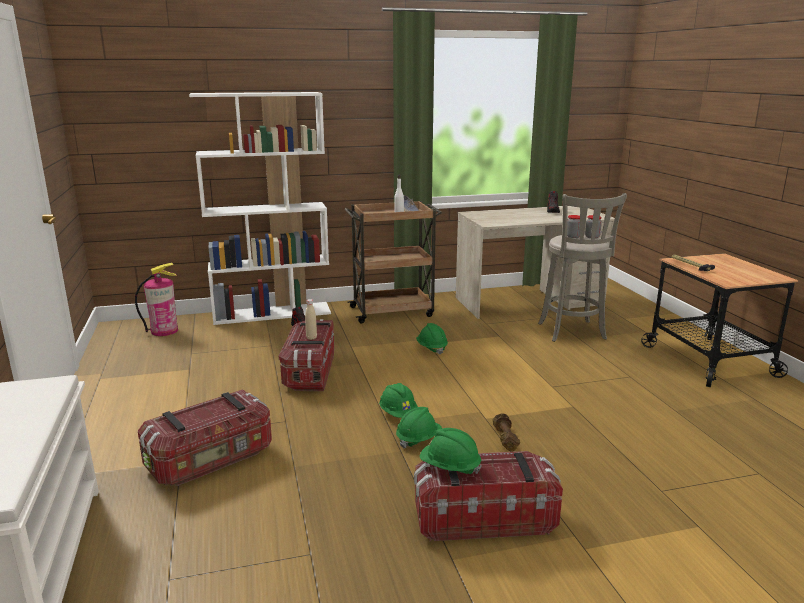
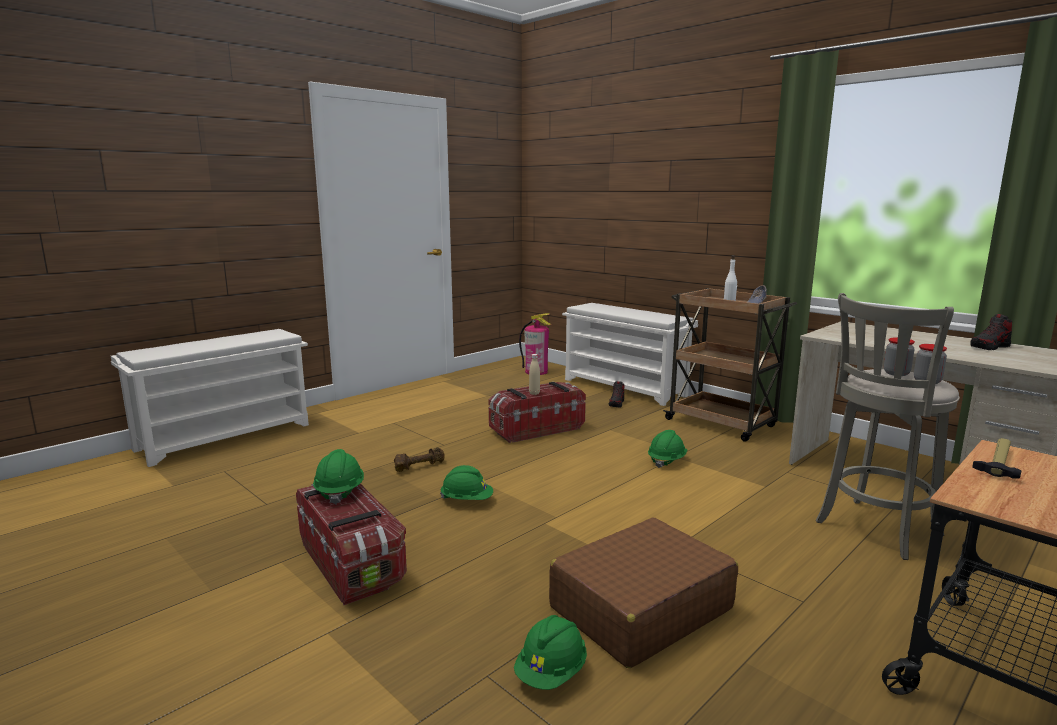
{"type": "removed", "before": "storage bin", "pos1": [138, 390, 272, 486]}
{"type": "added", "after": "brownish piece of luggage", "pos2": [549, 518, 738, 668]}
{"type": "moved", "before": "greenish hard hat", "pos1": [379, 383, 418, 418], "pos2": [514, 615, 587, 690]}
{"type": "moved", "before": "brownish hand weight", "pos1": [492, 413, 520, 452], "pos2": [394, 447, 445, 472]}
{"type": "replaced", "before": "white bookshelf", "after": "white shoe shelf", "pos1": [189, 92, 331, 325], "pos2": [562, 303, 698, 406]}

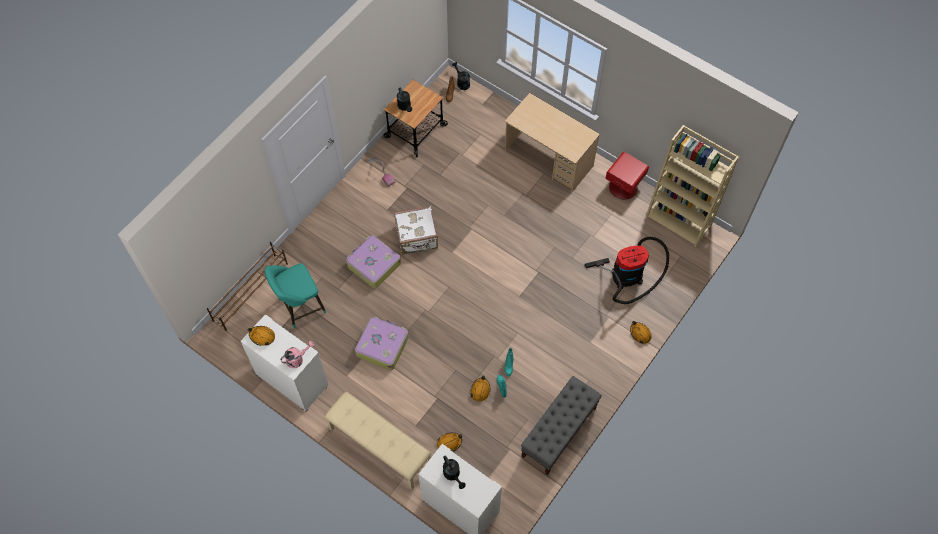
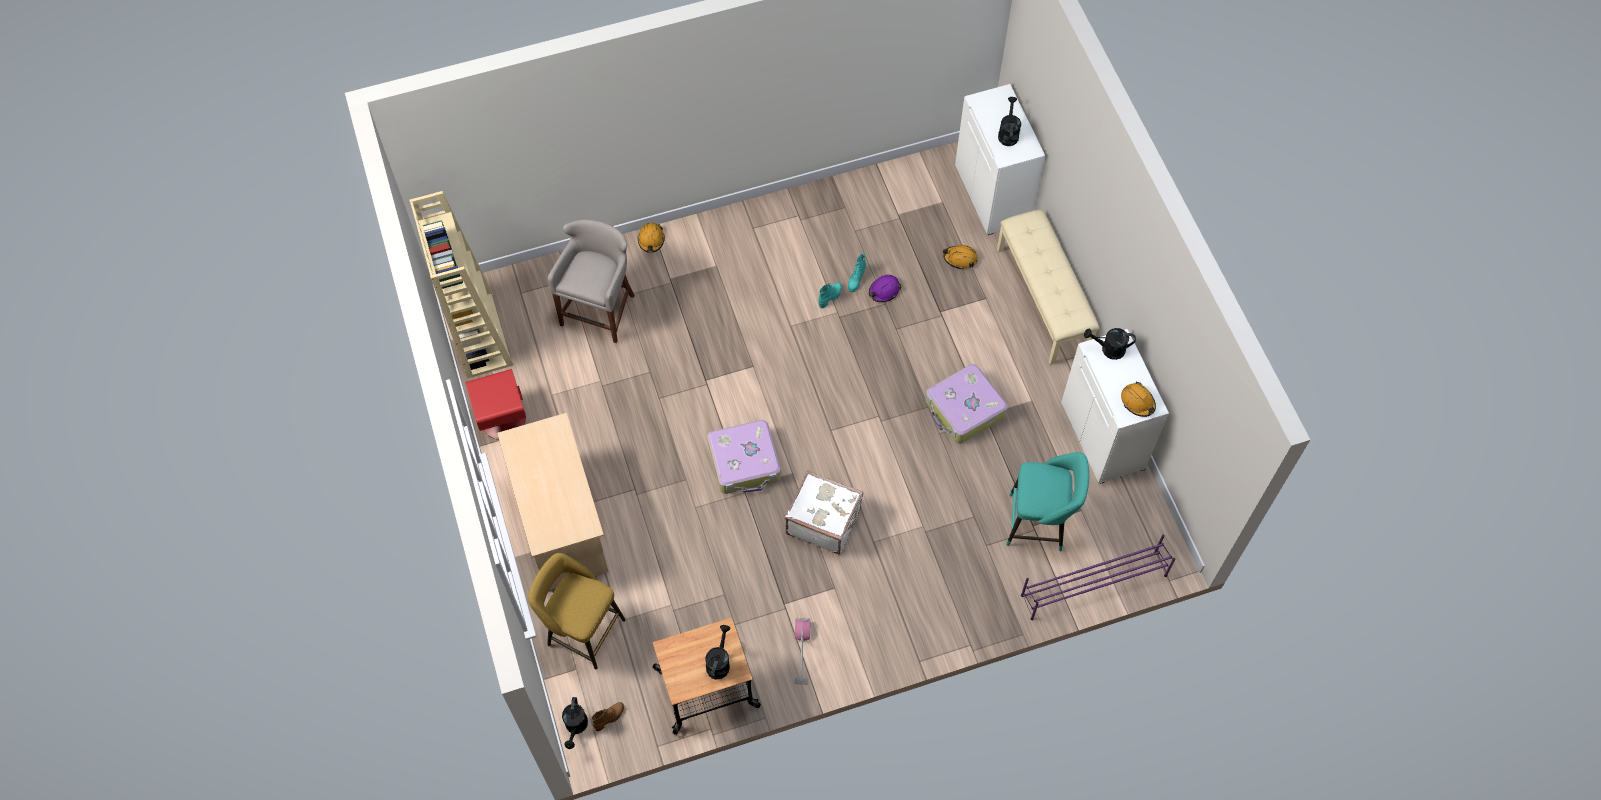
{"type": "removed", "before": "gray long seat", "pos1": [521, 376, 602, 475]}
{"type": "added", "after": "yellowish sitting stool", "pos2": [528, 553, 625, 670]}
{"type": "moved", "before": "piece of luggage", "pos1": [346, 235, 401, 288], "pos2": [708, 420, 781, 494]}
{"type": "replaced", "before": "hoover", "after": "gray sitting stool", "pos1": [585, 237, 669, 304], "pos2": [548, 219, 635, 343]}
{"type": "recoloured", "before": "brownish shoe shelf", "after": "purplish shoe shelf", "pos1": [207, 242, 288, 331], "pos2": [1021, 535, 1175, 620]}
{"type": "recoloured", "before": "pink watering can", "after": "black-coloured watering can", "pos1": [281, 341, 314, 368], "pos2": [1084, 328, 1136, 360]}
{"type": "recoloured", "before": "orange hard hat", "after": "purplish hard hat", "pos1": [470, 376, 490, 402], "pos2": [869, 275, 901, 302]}

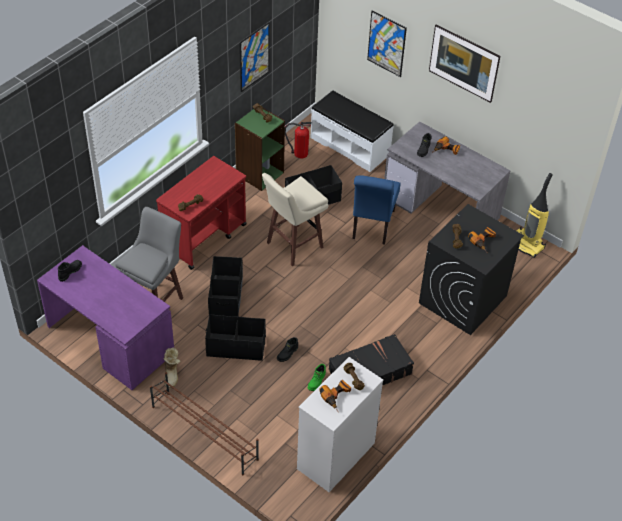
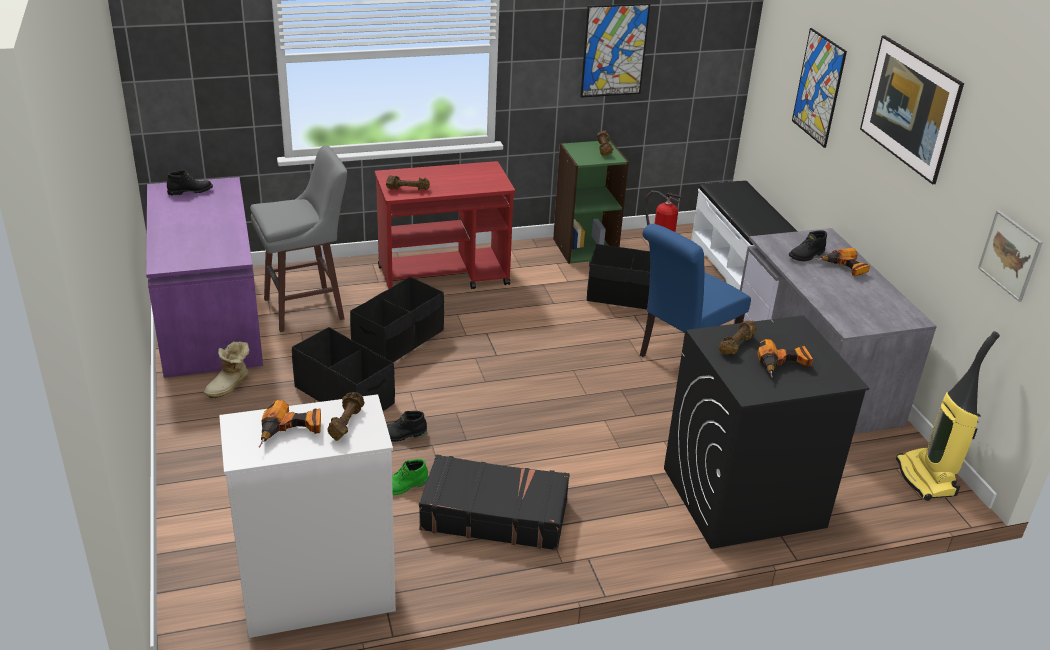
{"type": "removed", "before": "brownish shoe shelf", "pos1": [150, 372, 259, 475]}
{"type": "removed", "before": "sand-coloured sitting stool", "pos1": [262, 173, 329, 266]}
{"type": "added", "after": "wall picture", "pos2": [978, 210, 1043, 302]}

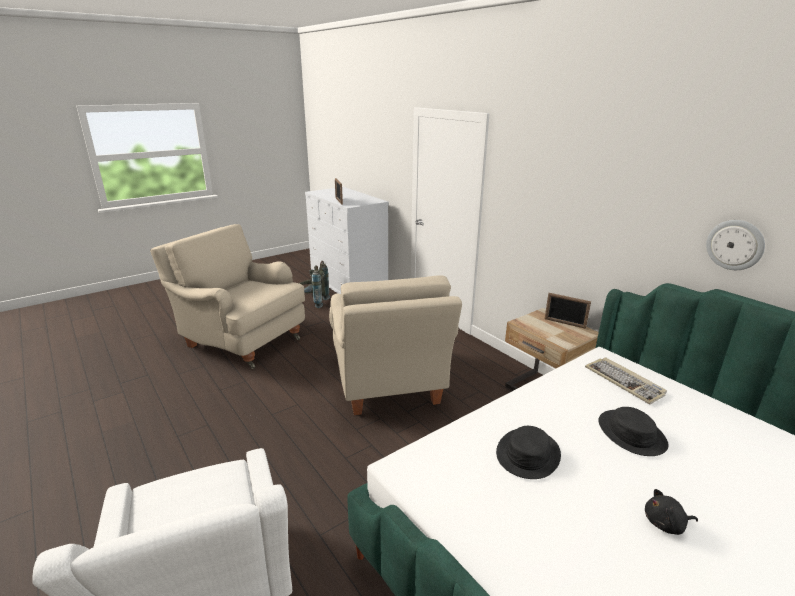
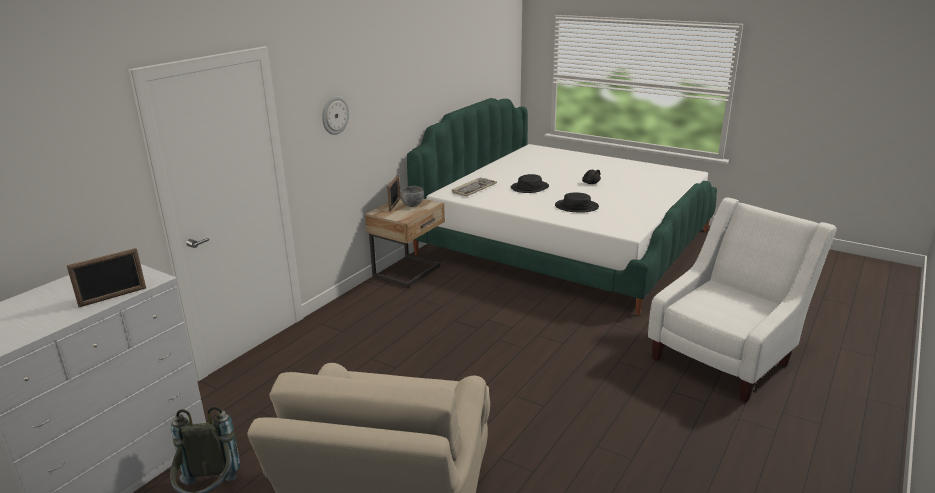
{"type": "removed", "before": "sand-coloured lounge chair", "pos1": [329, 275, 462, 415]}
{"type": "added", "after": "gray bowl", "pos2": [400, 186, 424, 207]}
{"type": "moved", "before": "wall clock", "pos1": [706, 220, 765, 270], "pos2": [322, 96, 349, 135]}

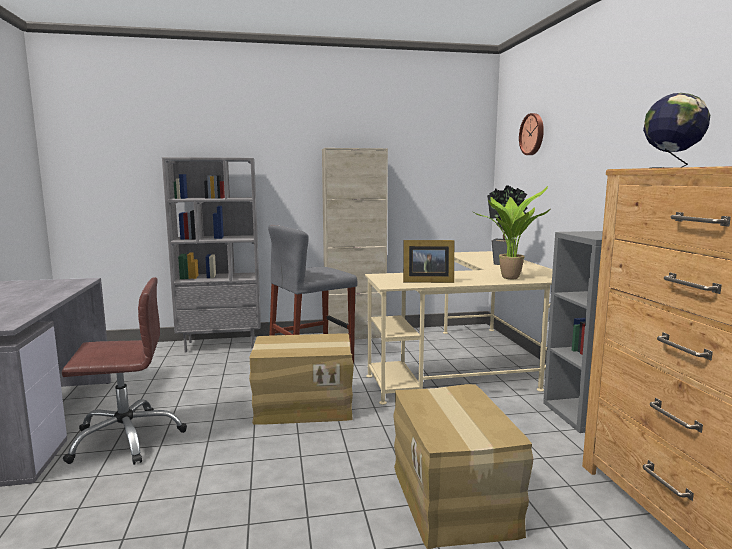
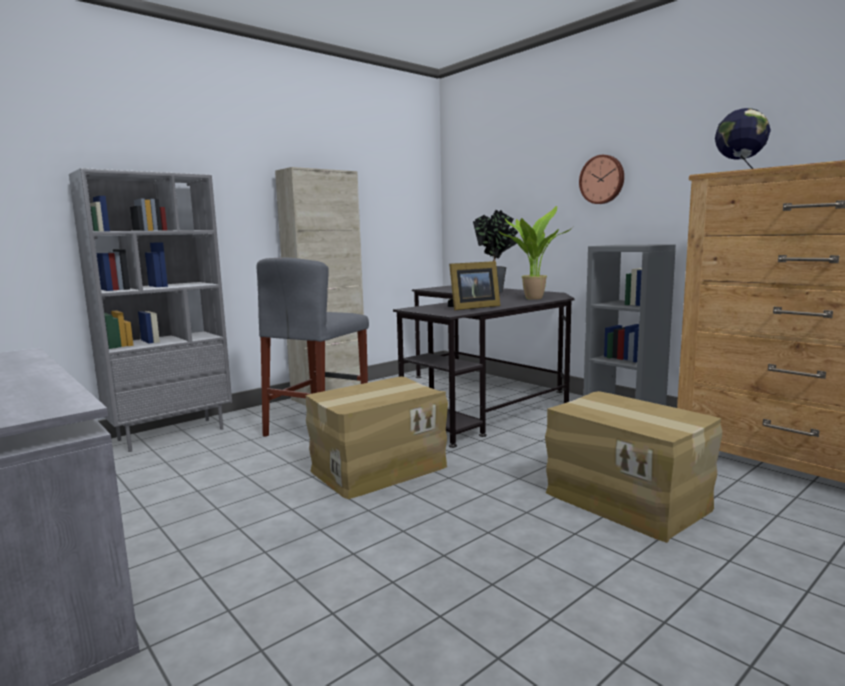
{"type": "removed", "before": "brownish desk chair", "pos1": [62, 277, 187, 465]}
{"type": "moved", "before": "wall clock", "pos1": [519, 113, 544, 155], "pos2": [579, 155, 624, 204]}
{"type": "recoloured", "before": "sand-coloured desk", "after": "black-coloured desk", "pos1": [365, 251, 553, 405], "pos2": [393, 285, 575, 448]}

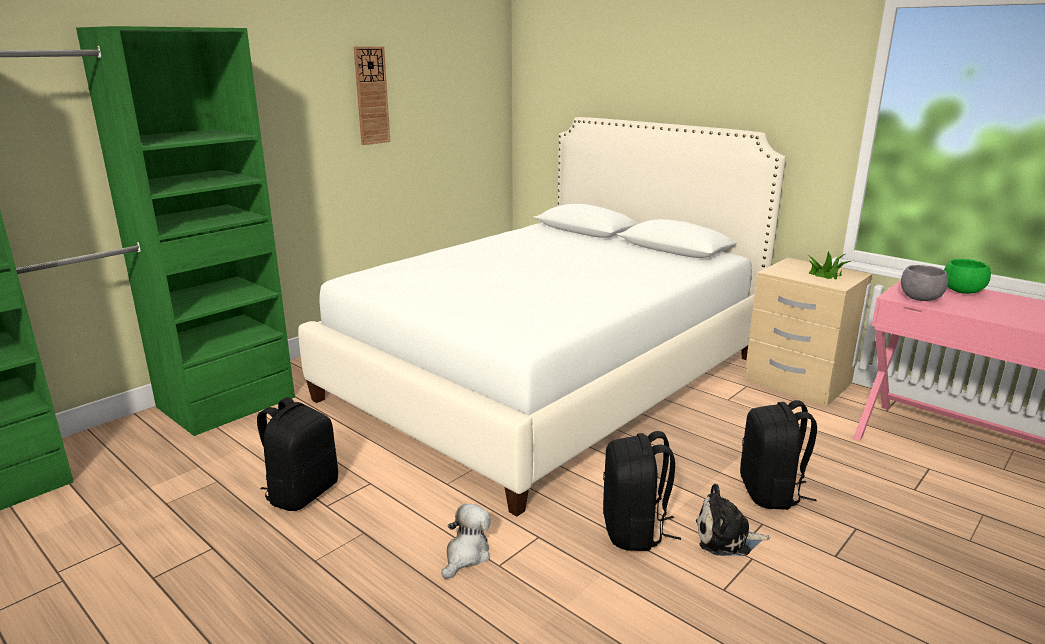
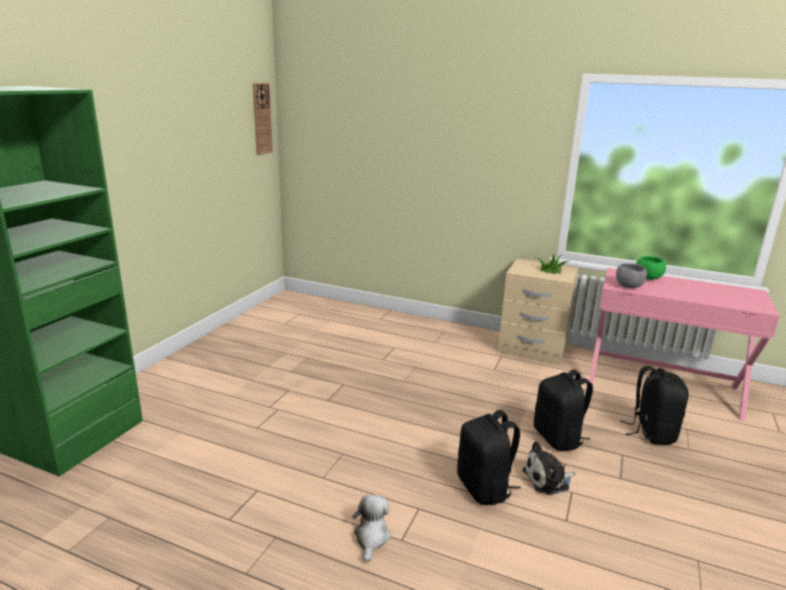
{"type": "removed", "before": "white bed", "pos1": [298, 117, 786, 517]}
{"type": "moved", "before": "black-coloured rucksack", "pos1": [257, 397, 338, 511], "pos2": [621, 366, 689, 445]}
{"type": "moved", "before": "wall clock", "pos1": [354, 46, 391, 145], "pos2": [253, 83, 273, 155]}

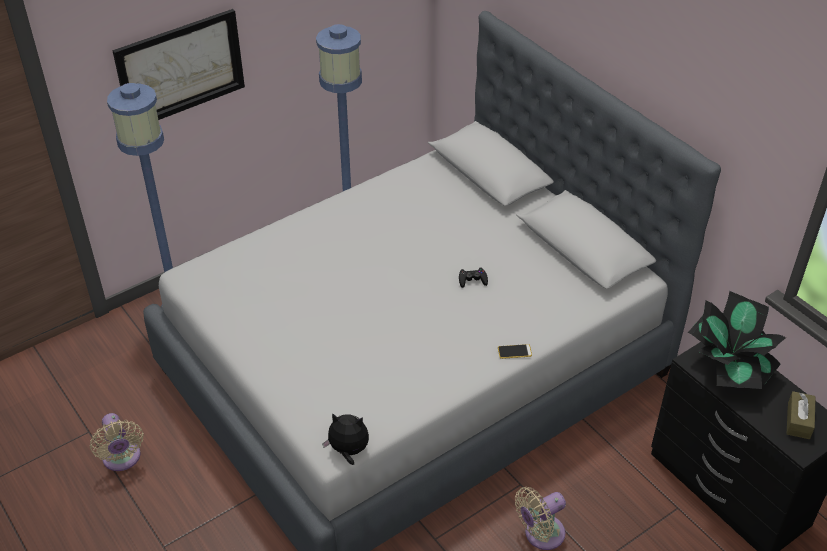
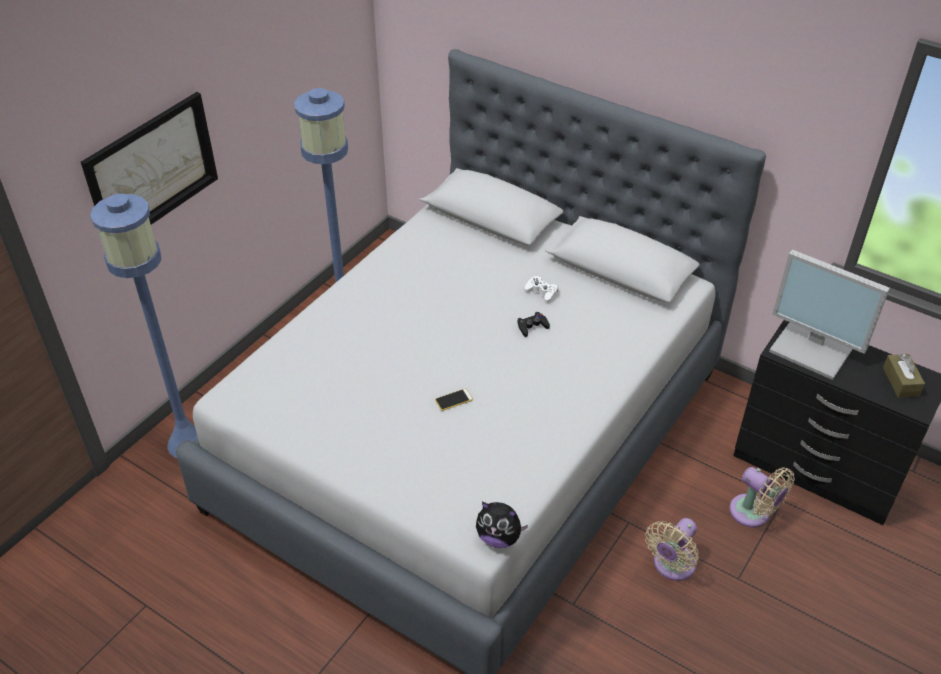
{"type": "added", "after": "white gamepad", "pos2": [524, 276, 558, 304]}
{"type": "moved", "before": "sand-coloured cooling fan", "pos1": [90, 413, 144, 471], "pos2": [729, 467, 795, 527]}
{"type": "moved", "before": "telephone", "pos1": [498, 344, 532, 359], "pos2": [435, 389, 473, 411]}
{"type": "replaced", "before": "houseplant", "after": "computer display", "pos1": [688, 291, 786, 389], "pos2": [769, 250, 890, 380]}
{"type": "turned", "before": "cuddly toy", "pos1": [322, 413, 369, 465], "pos2": [476, 502, 528, 548], "turn": -150}

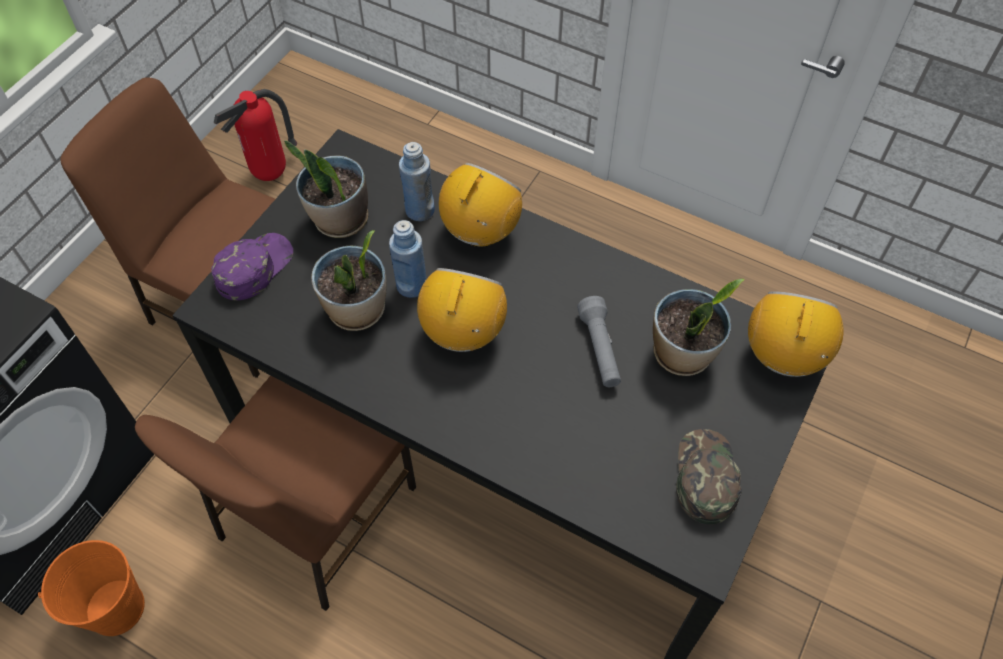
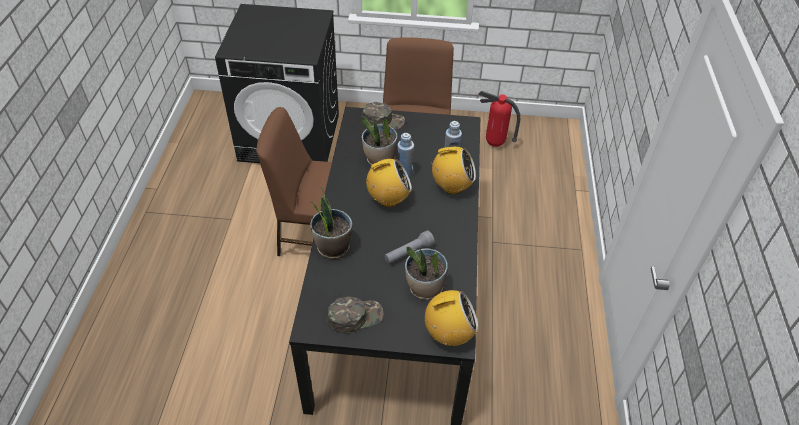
{"type": "removed", "before": "orange water bucket", "pos1": [38, 540, 145, 636]}
{"type": "moved", "before": "houseplant", "pos1": [284, 140, 368, 238], "pos2": [311, 185, 352, 259]}
{"type": "recoloured", "before": "purplish cap", "after": "greenish cap", "pos1": [211, 233, 293, 300], "pos2": [362, 102, 405, 129]}

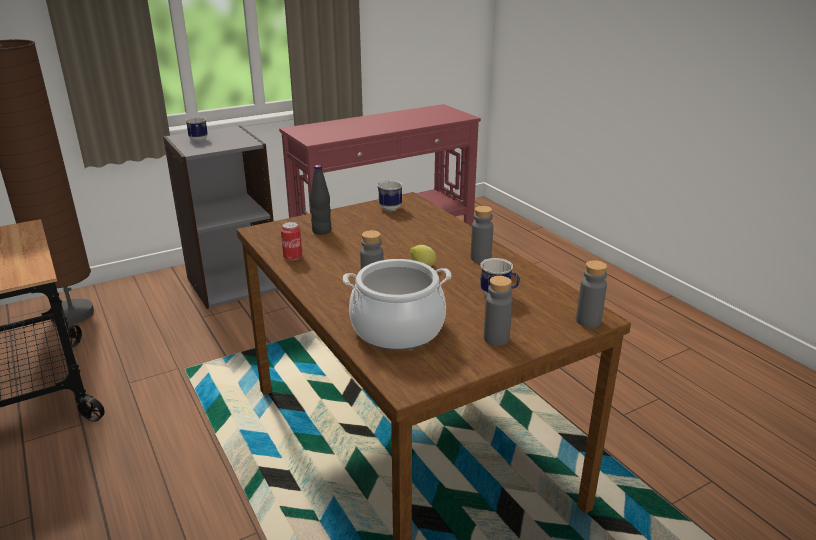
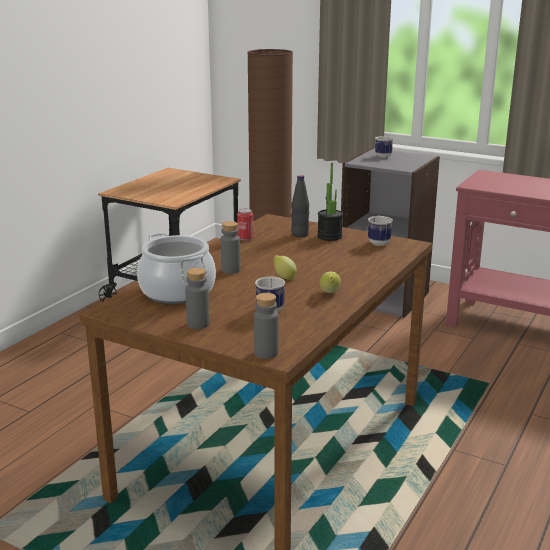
{"type": "added", "after": "houseplant", "pos2": [317, 163, 343, 241]}
{"type": "replaced", "before": "gray drink bottle", "after": "lemon", "pos1": [471, 206, 493, 263], "pos2": [320, 272, 341, 293]}

